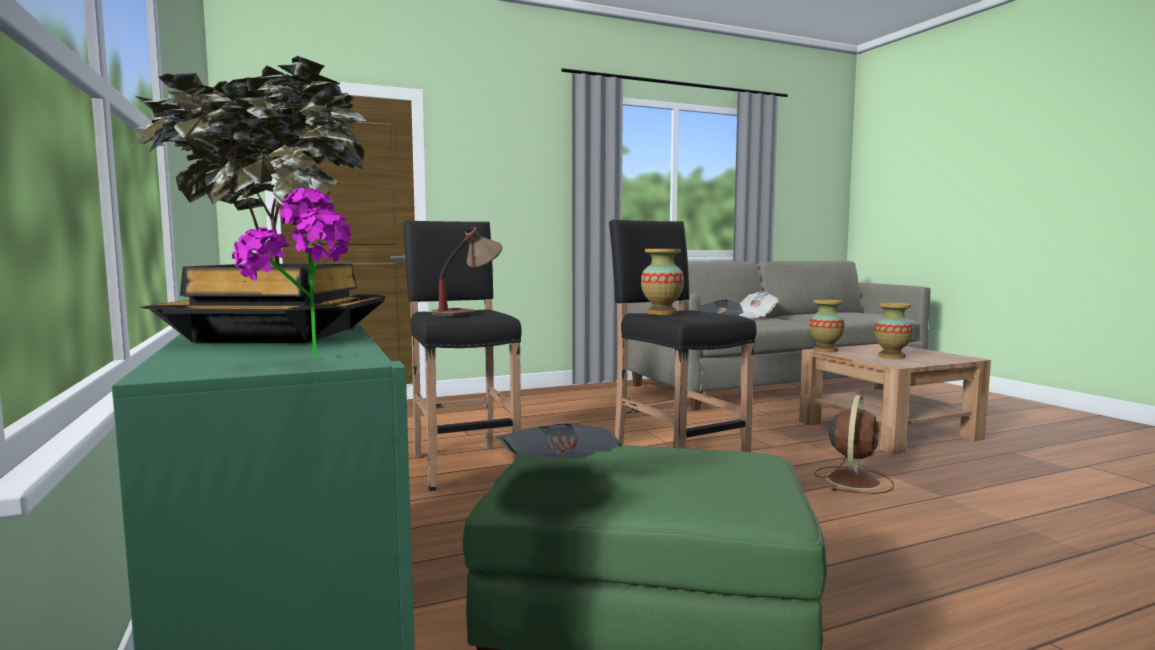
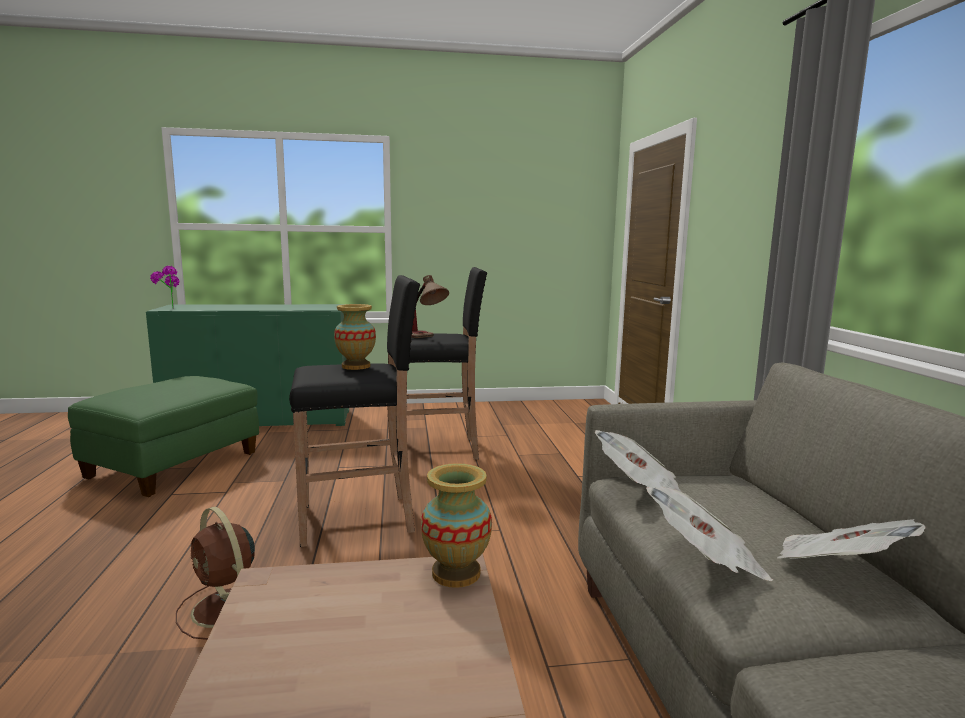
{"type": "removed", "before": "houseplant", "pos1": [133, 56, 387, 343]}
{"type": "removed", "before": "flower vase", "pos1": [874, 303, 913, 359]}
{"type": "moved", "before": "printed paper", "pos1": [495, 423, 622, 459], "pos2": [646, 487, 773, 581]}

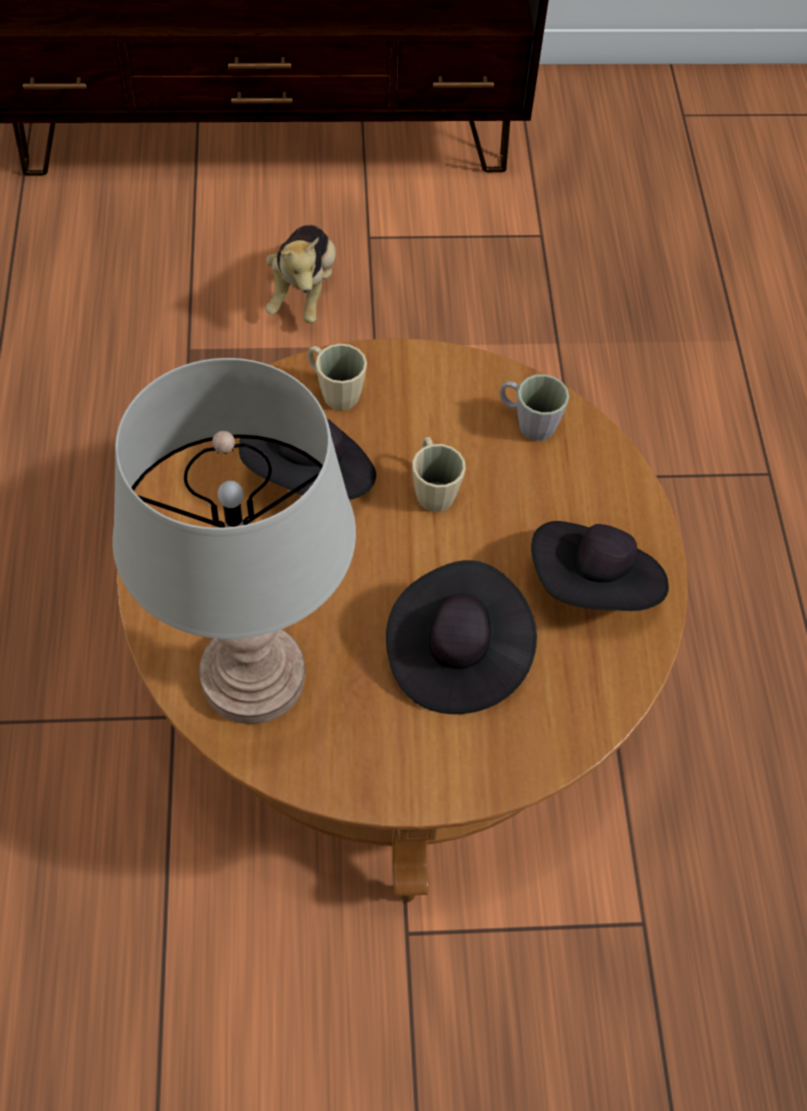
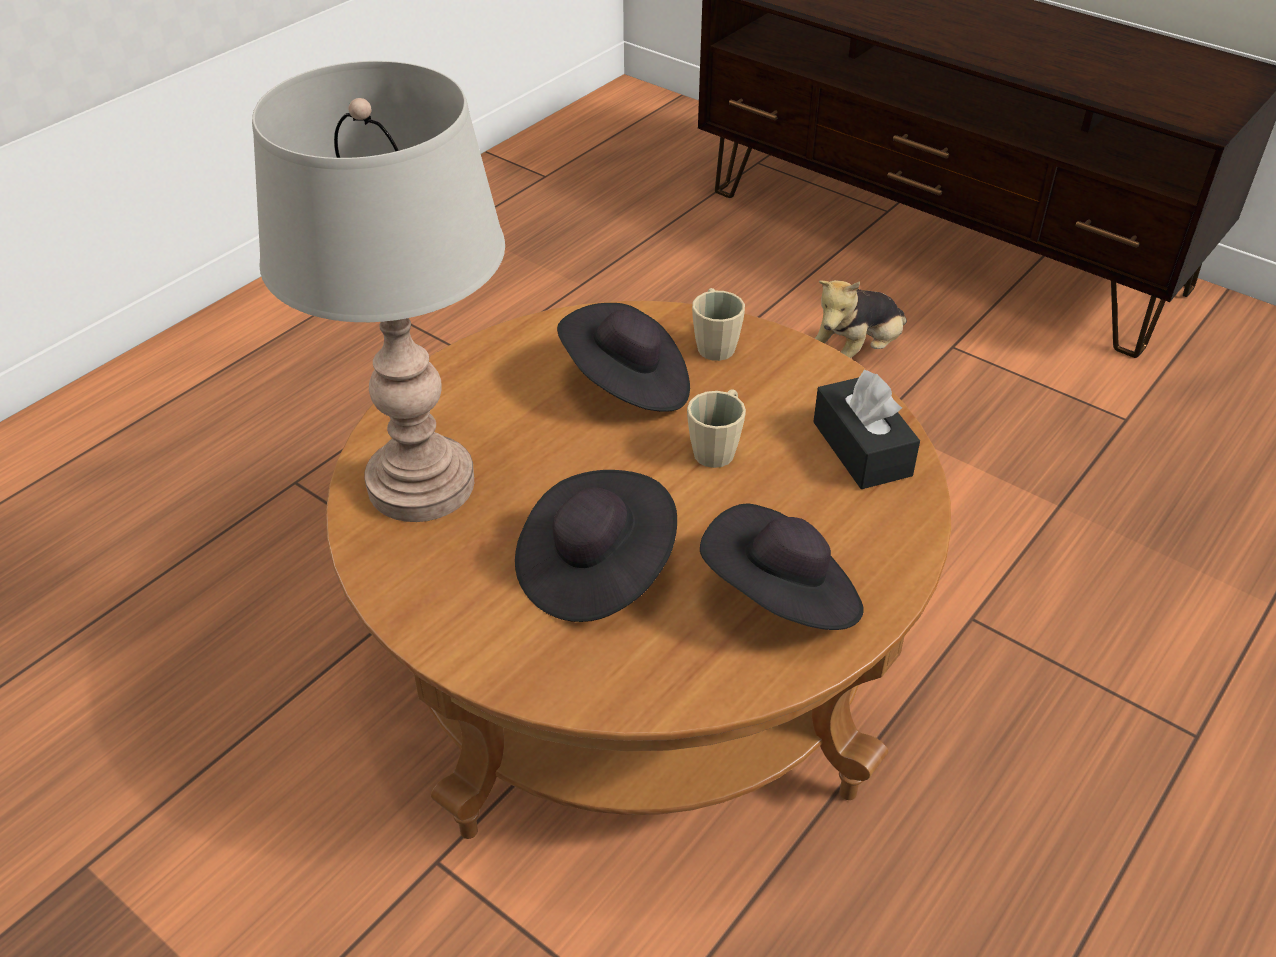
{"type": "replaced", "before": "gray coffee mug", "after": "black-coloured box of tissues", "pos1": [500, 374, 569, 441], "pos2": [813, 370, 920, 489]}

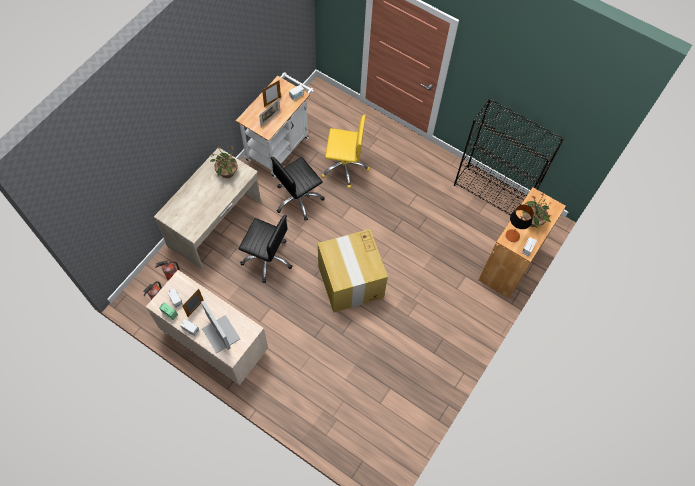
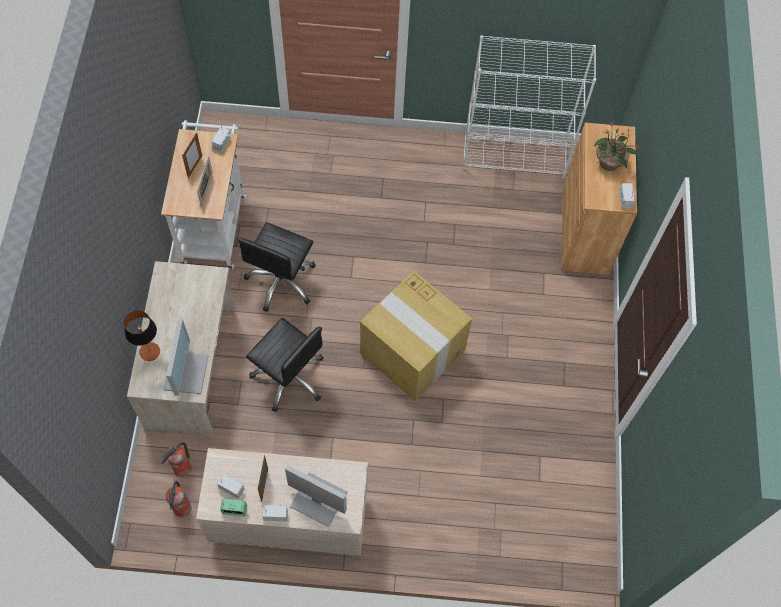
{"type": "removed", "before": "houseplant", "pos1": [210, 146, 238, 178]}
{"type": "removed", "before": "yellowish desk chair", "pos1": [322, 115, 370, 188]}
{"type": "added", "after": "computer display", "pos2": [163, 319, 208, 396]}
{"type": "moved", "before": "lamp for a table", "pos1": [506, 205, 534, 242], "pos2": [124, 311, 160, 361]}
{"type": "recoloured", "before": "black-coloured bookshelf", "after": "white bookshelf", "pos1": [454, 98, 564, 216], "pos2": [463, 35, 596, 178]}
{"type": "turned", "before": "black-coloured desk chair", "pos1": [239, 215, 292, 283], "pos2": [246, 318, 323, 412], "turn": 45}

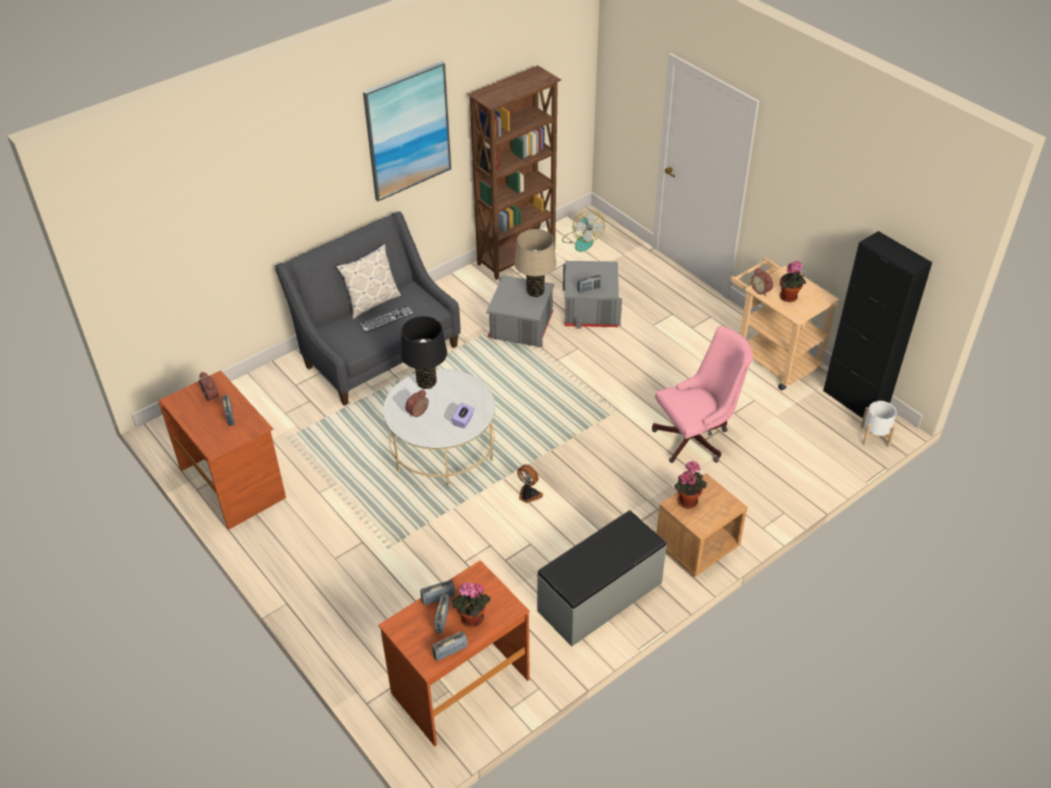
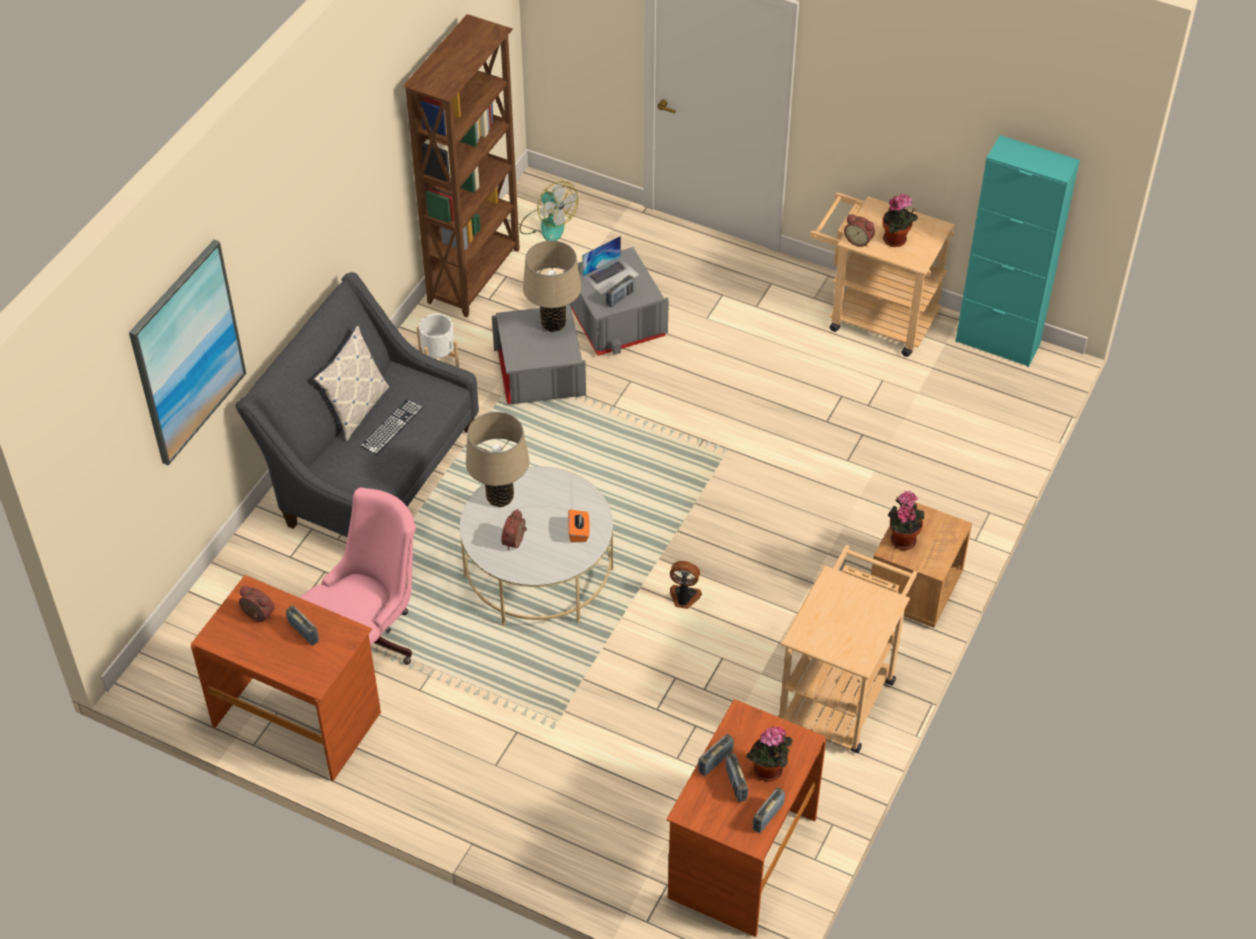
{"type": "added", "after": "laptop", "pos2": [582, 236, 639, 295]}
{"type": "moved", "before": "wall picture", "pos1": [363, 61, 451, 201], "pos2": [129, 240, 246, 465]}
{"type": "moved", "before": "pink desk chair", "pos1": [652, 326, 753, 463], "pos2": [299, 488, 416, 665]}
{"type": "moved", "before": "white planter", "pos1": [860, 401, 897, 447], "pos2": [416, 314, 459, 367]}
{"type": "replaced", "before": "gray long seat", "after": "sand-coloured wheeled cart", "pos1": [537, 510, 667, 646], "pos2": [778, 545, 917, 753]}
{"type": "recoloured", "before": "black-coloured lamp for a table", "after": "sand-coloured lamp for a table", "pos1": [401, 316, 447, 389], "pos2": [466, 412, 529, 507]}
{"type": "recoloured", "before": "purplish box of tissues", "after": "orange box of tissues", "pos1": [452, 403, 474, 428], "pos2": [568, 510, 590, 542]}
{"type": "recoloured", "before": "black-coloured cupboard", "after": "blue-green cupboard", "pos1": [823, 231, 932, 418], "pos2": [955, 135, 1080, 367]}

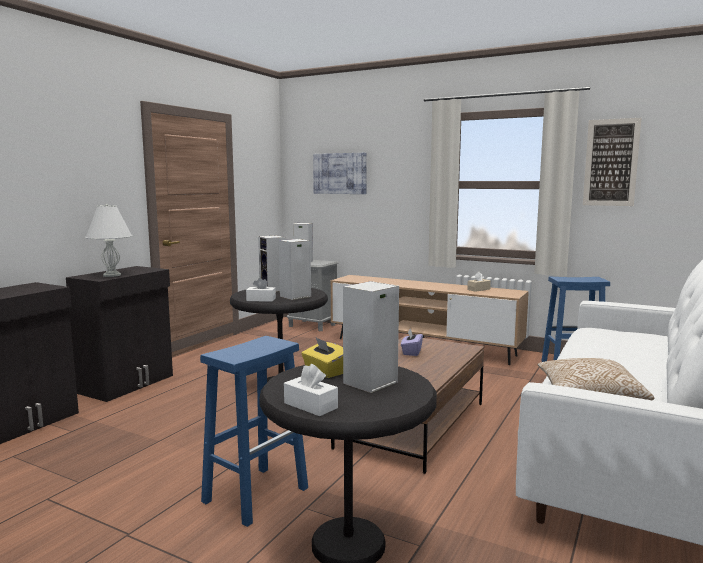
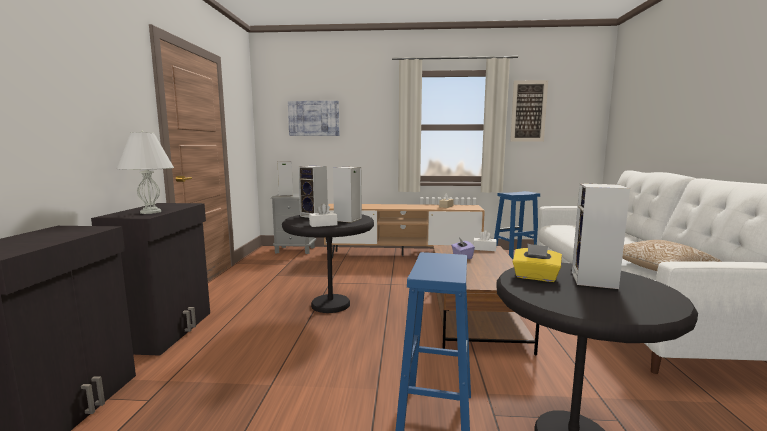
{"type": "moved", "before": "white box of tissues", "pos1": [284, 364, 338, 416], "pos2": [473, 230, 497, 251]}

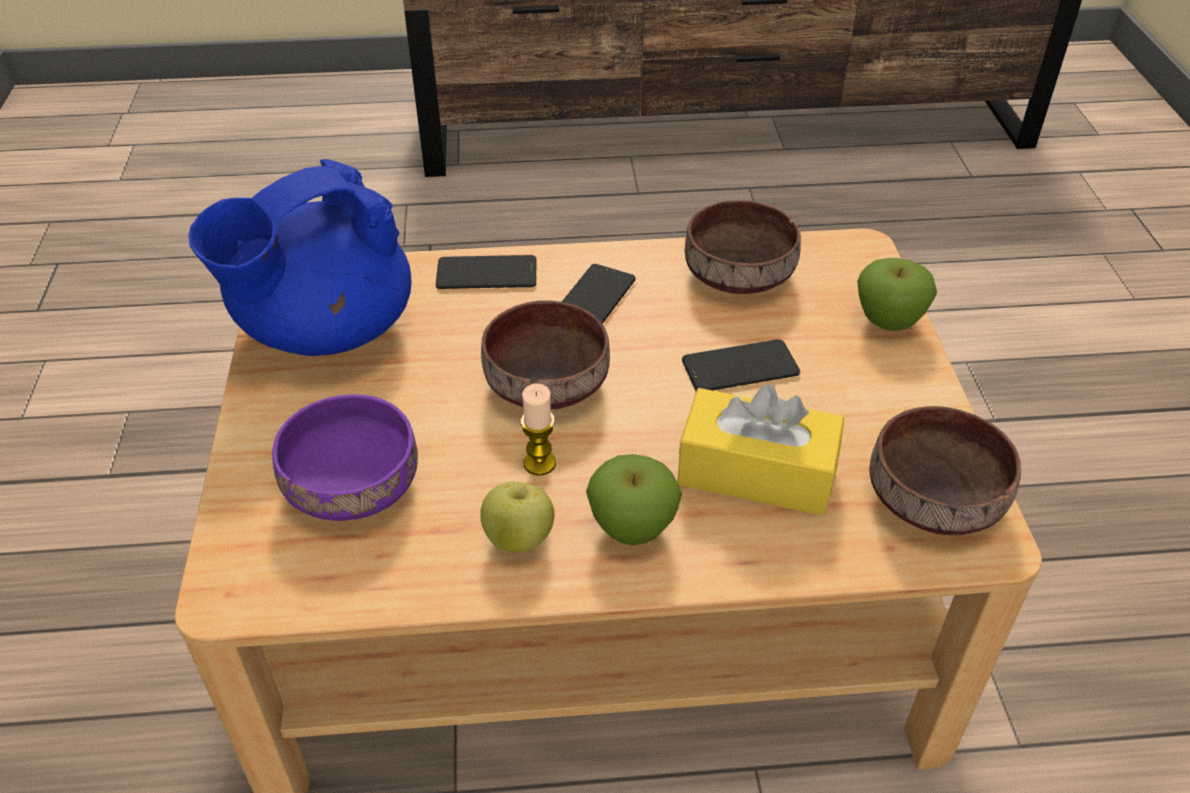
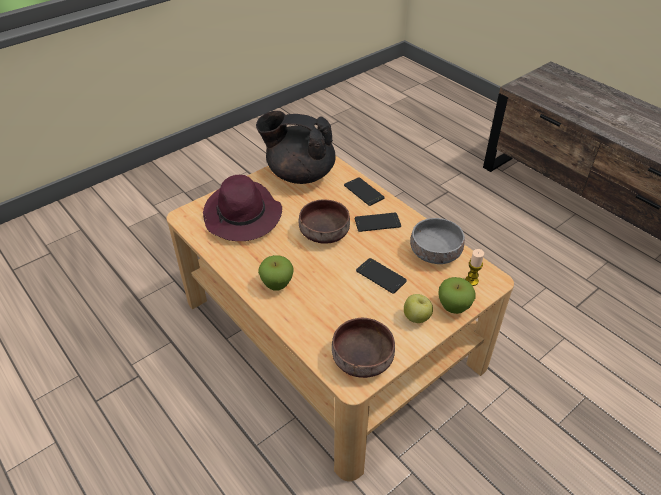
{"type": "removed", "before": "yellowish box of tissues", "pos1": [677, 385, 844, 516]}
{"type": "moved", "before": "apple fruit", "pos1": [480, 482, 554, 552], "pos2": [404, 294, 433, 323]}
{"type": "moved", "before": "wax candle", "pos1": [520, 383, 556, 476], "pos2": [465, 249, 484, 286]}
{"type": "replaced", "before": "purplish bowl", "after": "purplish hat", "pos1": [272, 394, 418, 521], "pos2": [203, 175, 282, 241]}
{"type": "recoloured", "before": "blue-coloured teapot", "after": "black-coloured teapot", "pos1": [189, 159, 412, 356], "pos2": [256, 111, 336, 184]}
{"type": "recoloured", "before": "brownish bowl", "after": "gray bowl", "pos1": [685, 200, 801, 294], "pos2": [410, 218, 465, 264]}

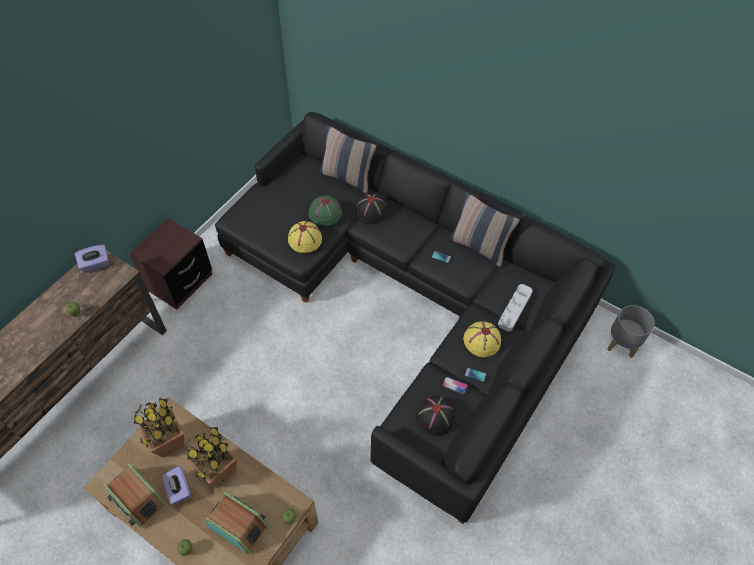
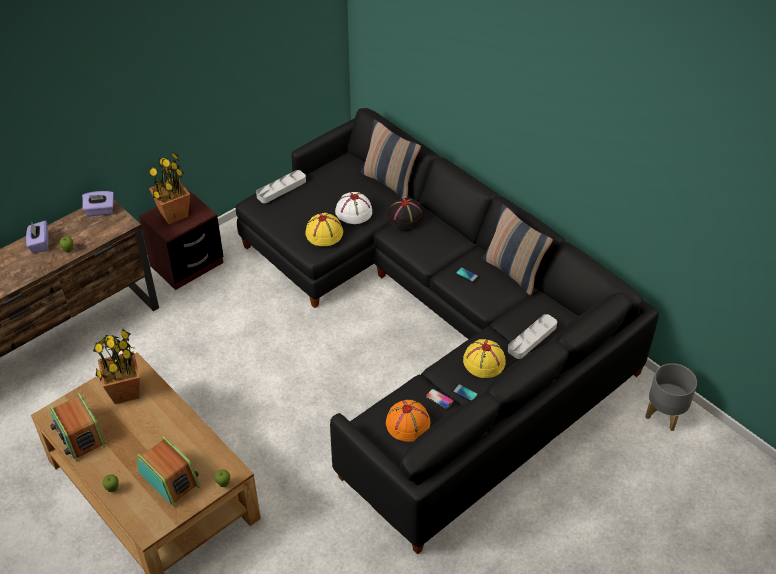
{"type": "added", "after": "gray tray", "pos2": [256, 170, 306, 203]}
{"type": "moved", "before": "purplish box of tissues", "pos1": [162, 466, 191, 504], "pos2": [26, 220, 49, 253]}
{"type": "moved", "before": "houseplant", "pos1": [186, 427, 237, 488], "pos2": [148, 152, 190, 224]}
{"type": "recoloured", "before": "greenish hat", "after": "white hat", "pos1": [308, 195, 342, 226], "pos2": [335, 192, 372, 224]}
{"type": "recoloured", "before": "black-coloured hat", "after": "orange hat", "pos1": [416, 396, 456, 436], "pos2": [386, 400, 430, 442]}

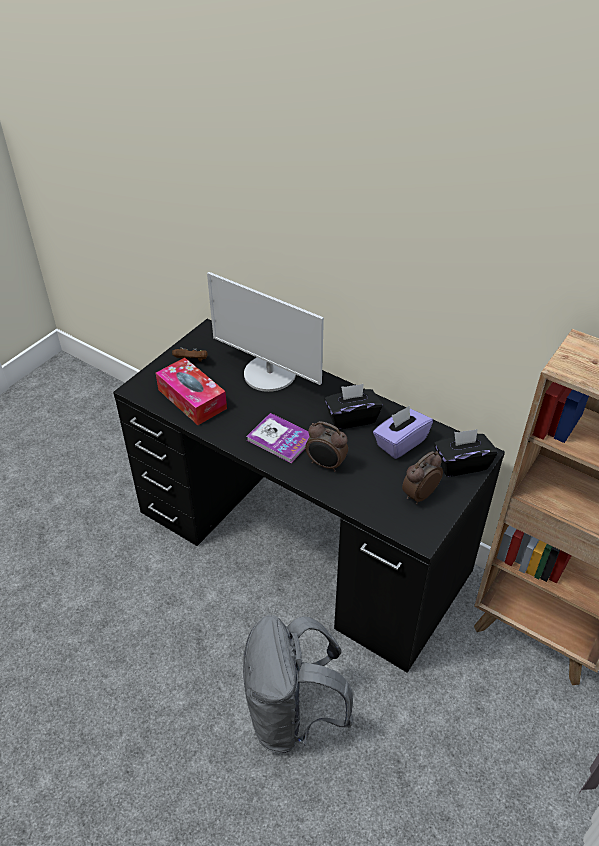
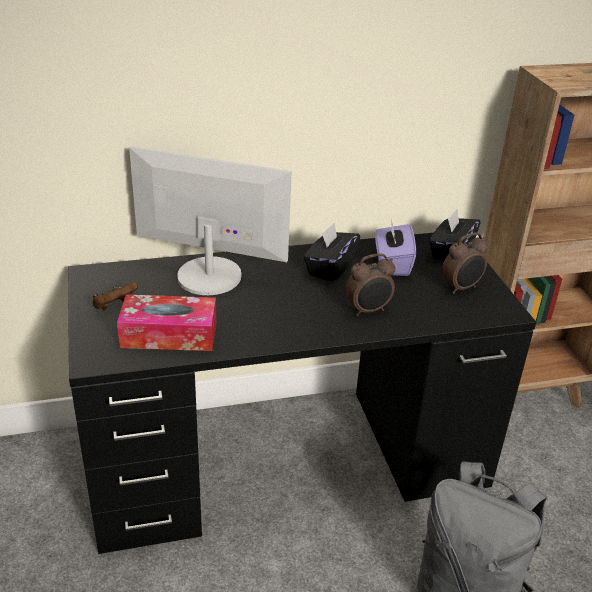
{"type": "removed", "before": "bound book", "pos1": [247, 413, 310, 463]}
{"type": "turned", "before": "computer display", "pos1": [207, 272, 324, 392], "pos2": [129, 146, 292, 295], "turn": -150}
{"type": "turned", "before": "table clock", "pos1": [402, 451, 443, 505], "pos2": [442, 232, 489, 294], "turn": -120}

